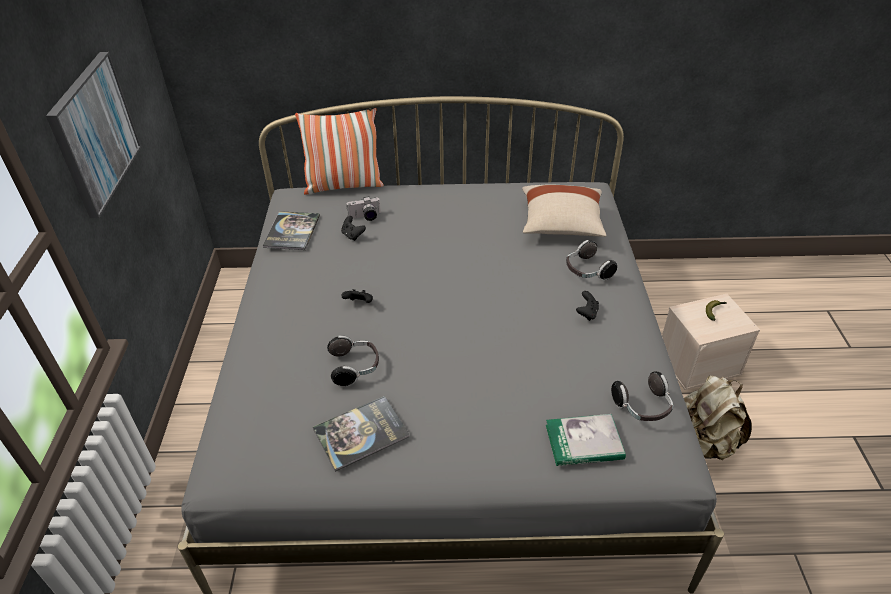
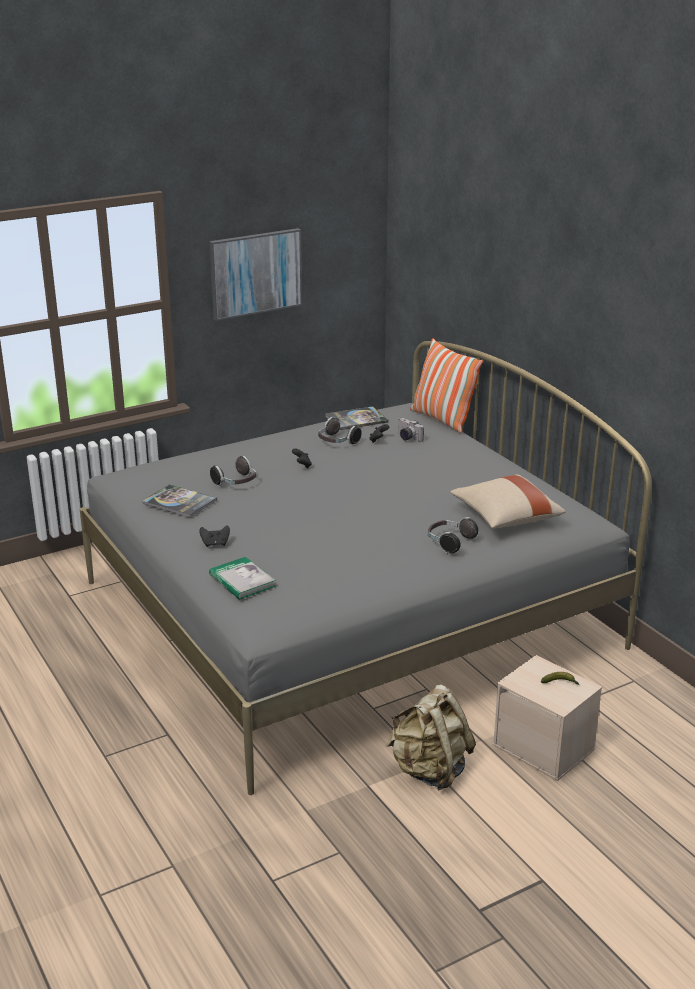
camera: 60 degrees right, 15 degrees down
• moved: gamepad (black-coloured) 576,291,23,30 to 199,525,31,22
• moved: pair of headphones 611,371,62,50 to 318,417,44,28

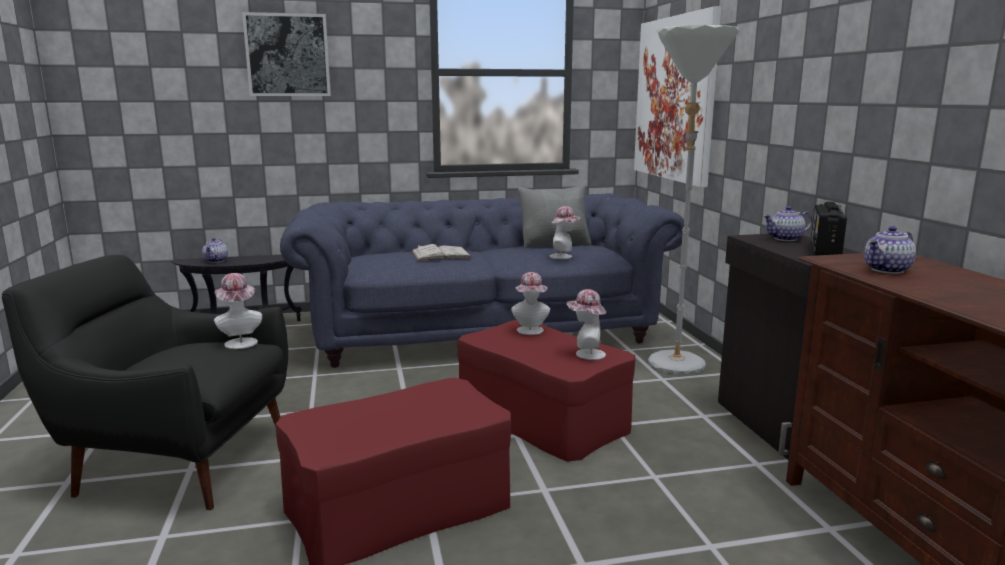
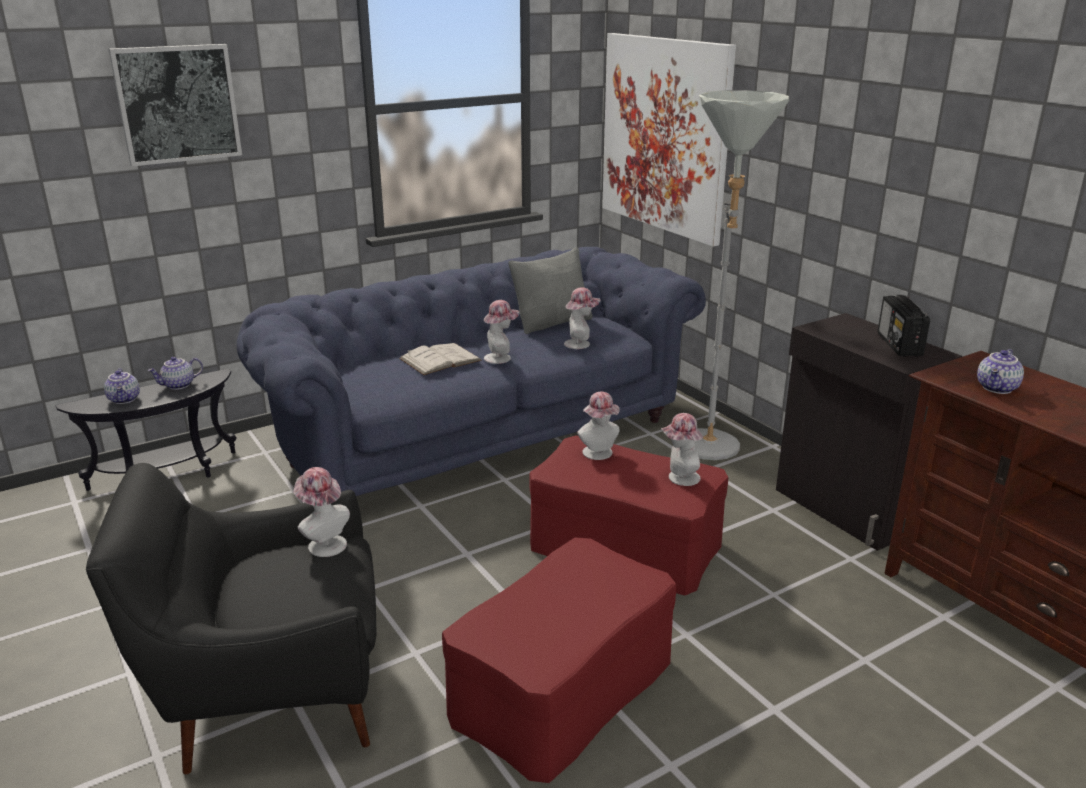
camera: 20 degrees left, 10 degrees up
• added: hat 484,300,35,64
• moved: pot for tea 763,206,49,35 to 147,357,56,33

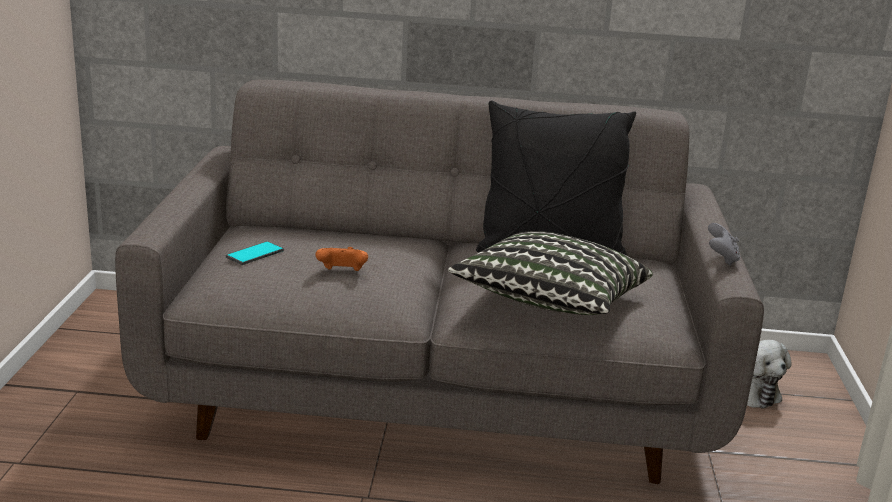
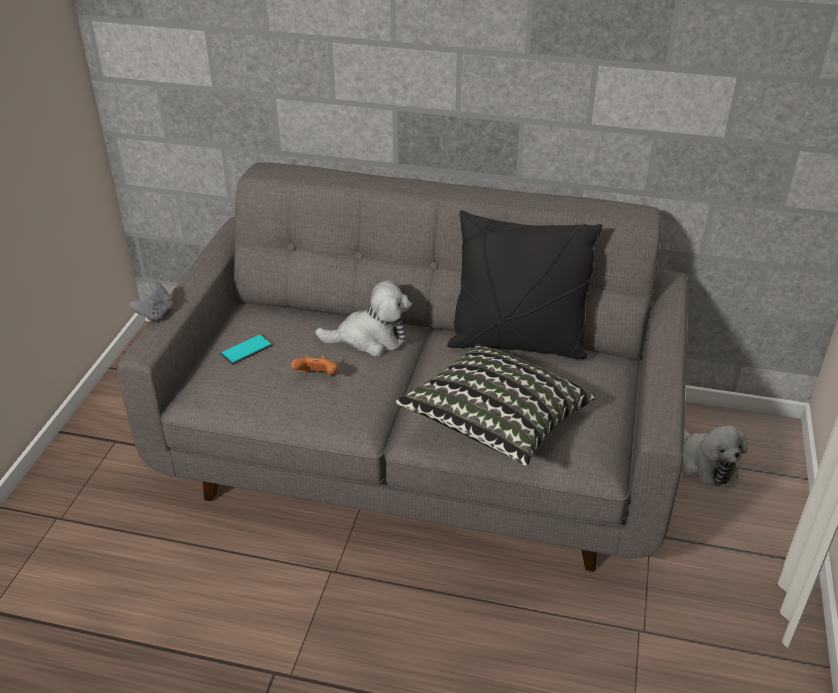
camera: 10 degrees right, 15 degrees up
• added: soft toy 315,280,96,76
• moved: gamepad (grey) 708,223,32,43 to 129,281,44,42

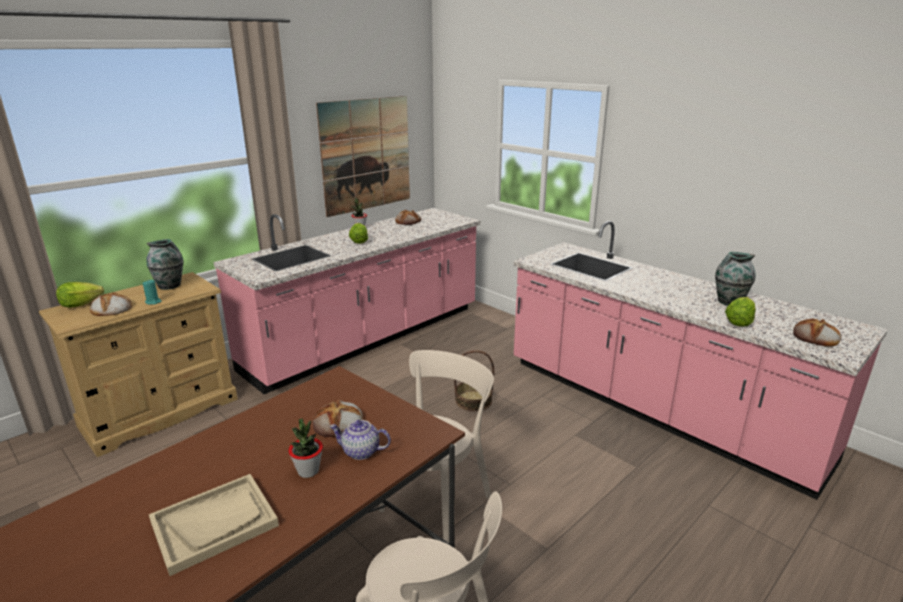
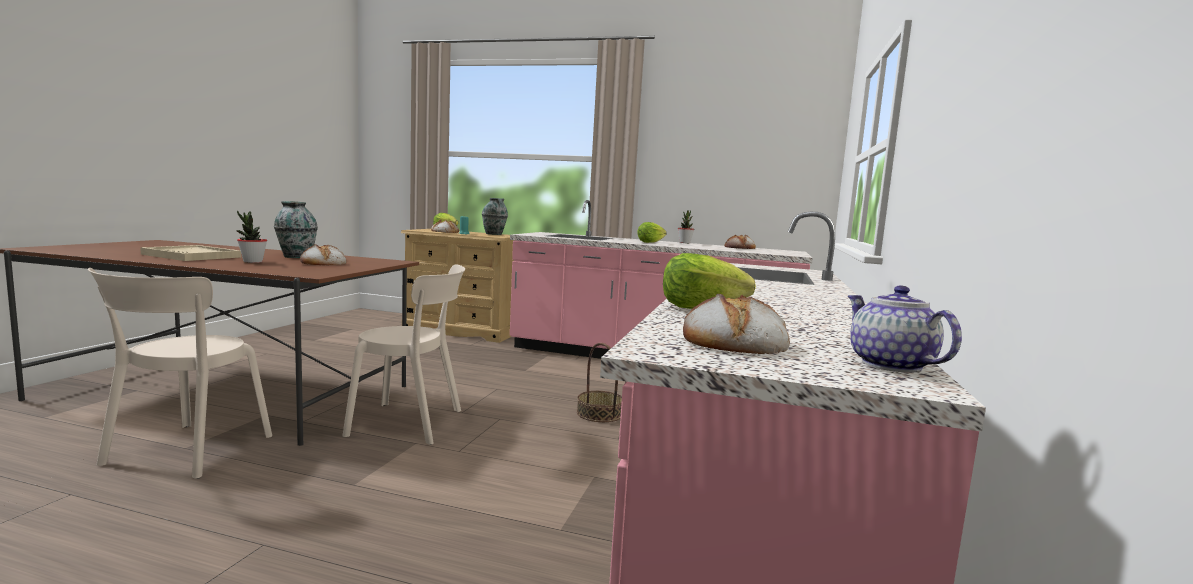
camera: 60 degrees right, 15 degrees down
• removed: wall picture 316,96,94,121
• moved: pot for tea 329,420,62,40 to 848,285,114,88
• moved: flower vase 715,252,41,54 to 274,201,44,57

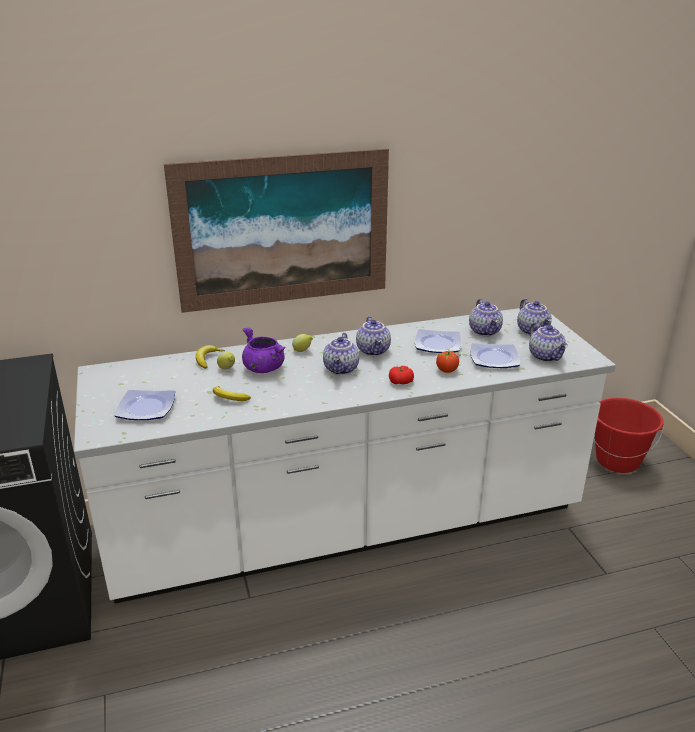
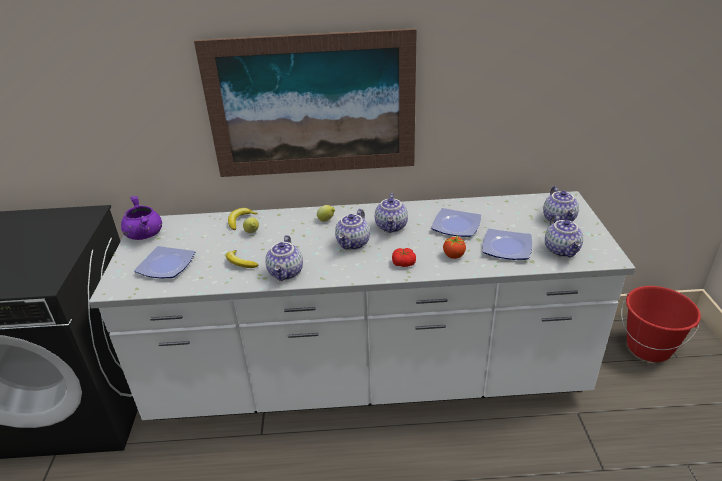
camera: 15 degrees right, 5 degrees up
• moved: stockpot (purplish) 242,327,44,46 to 121,196,41,44
• moved: pot for tea 469,299,34,37 to 265,235,38,46

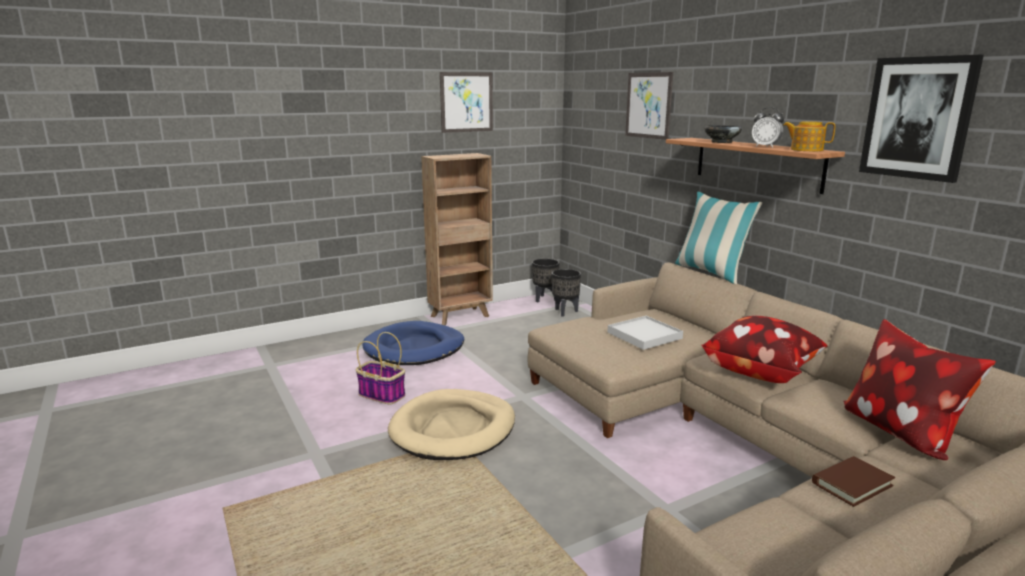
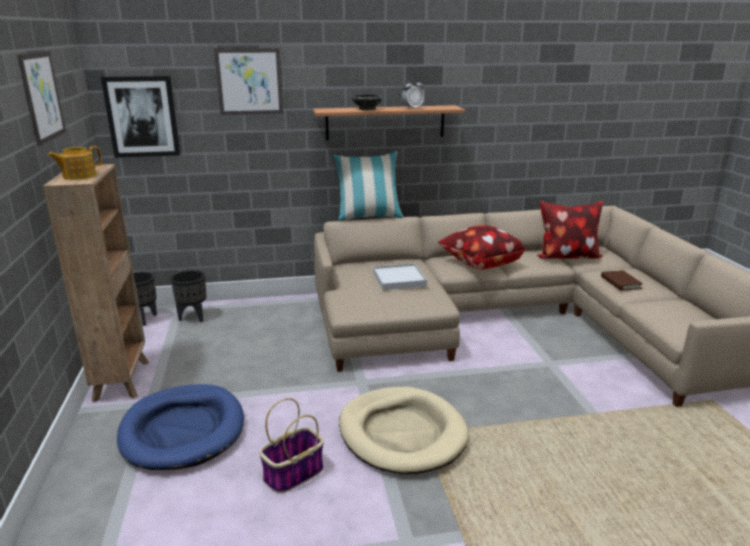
camera: 70 degrees left, 5 degrees up
• moved: pot for tea 783,121,52,31 to 48,146,54,34
• moved: wall picture 859,55,125,128 to 101,76,79,82

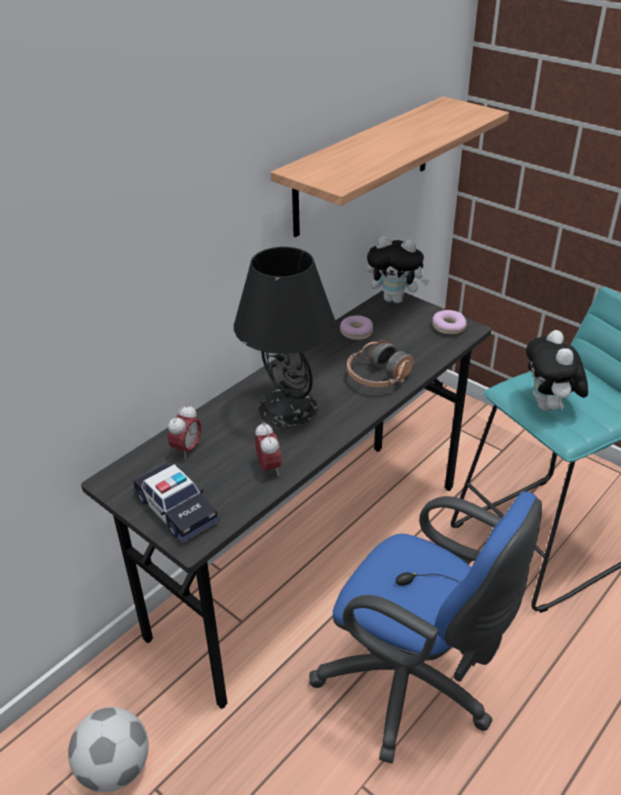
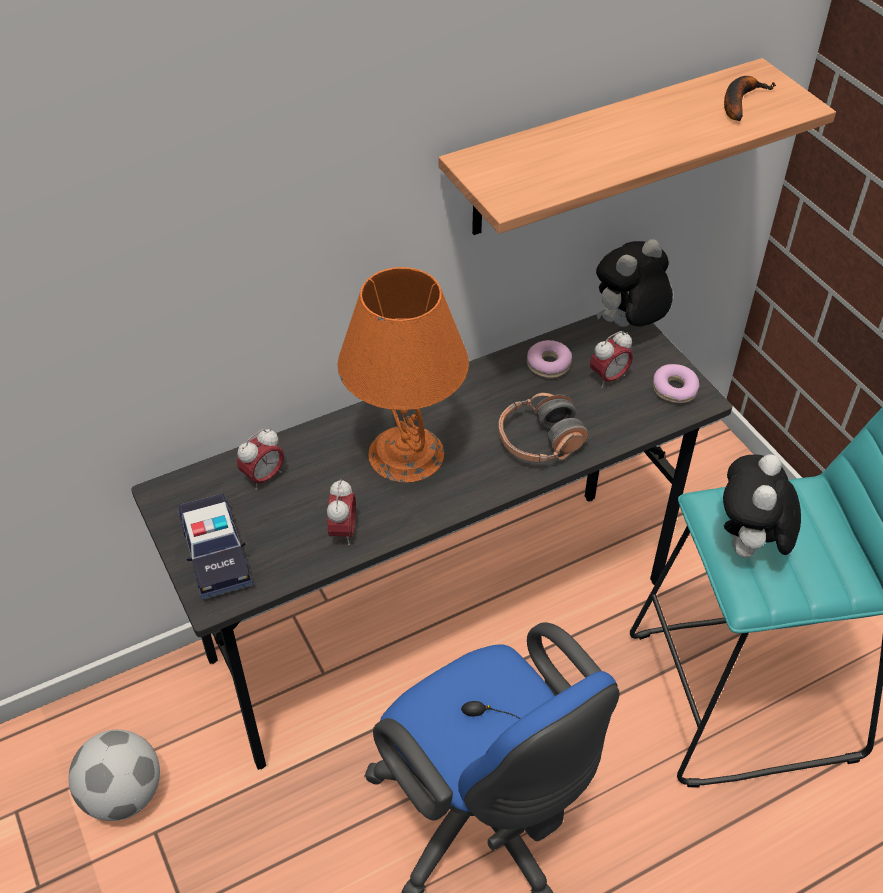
camera: 20 degrees right, 10 degrees up
• added: alarm clock 590,331,43,57
• added: banana fruit 724,76,52,45
• recoloured: lamp for a table (black-coloured) 234,247,102,180 to lamp for a table (orange) 337,267,132,216
• turned: soft toy 367,236,63,67 = 596,239,77,88 105 degrees clockwise

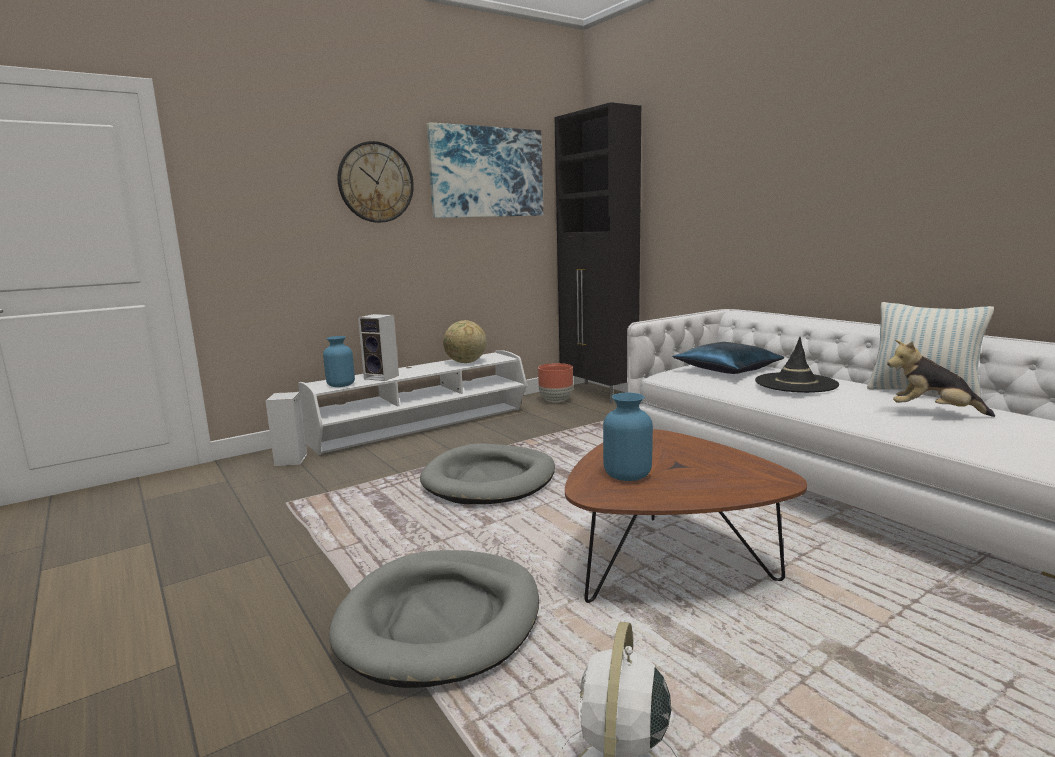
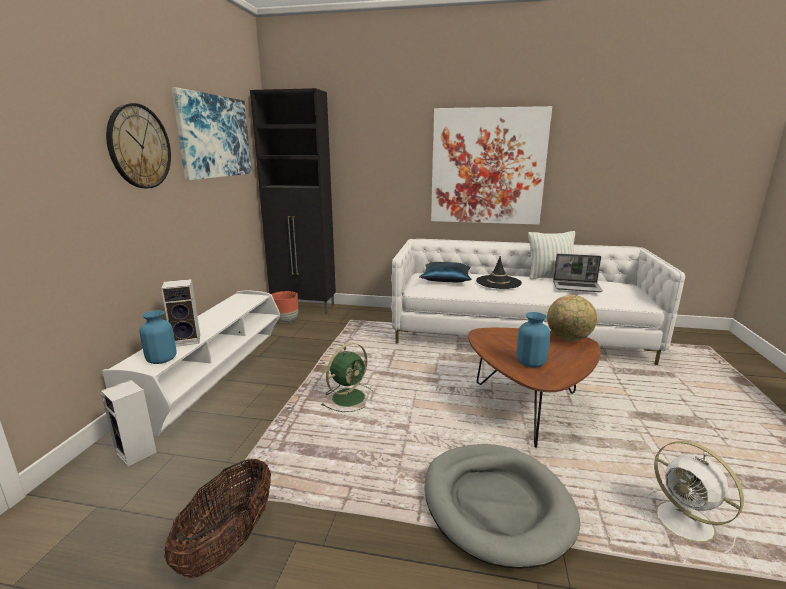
camera: 45 degrees left, 5 degrees up
• added: storage basket 164,459,107,119
• added: wall picture 431,106,121,119
• moved: globe 443,320,44,43 to 547,295,50,46
• replaced: dog bed (grey) 420,443,135,61 to cooling fan (green) 321,343,52,69
• replaced: soft toy 887,340,108,77 to notebook computer 553,254,50,38

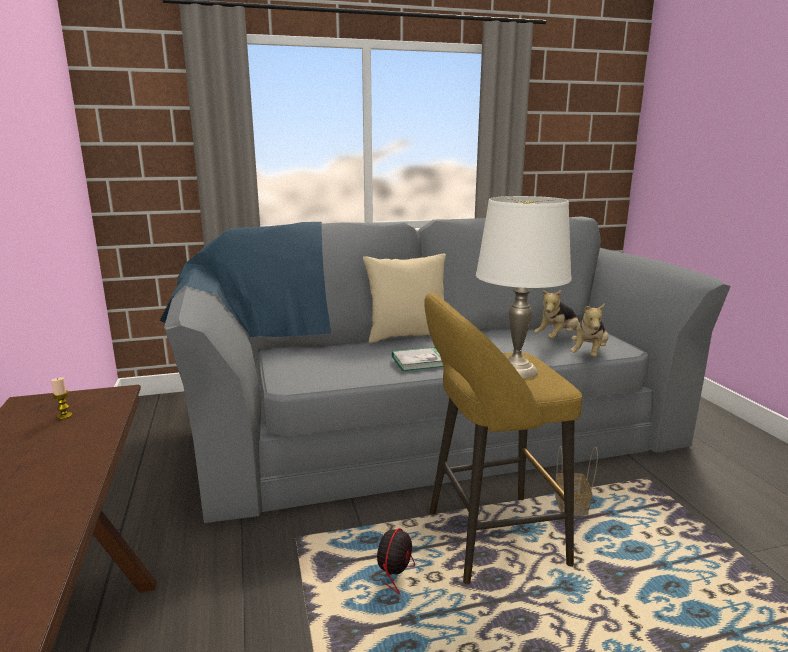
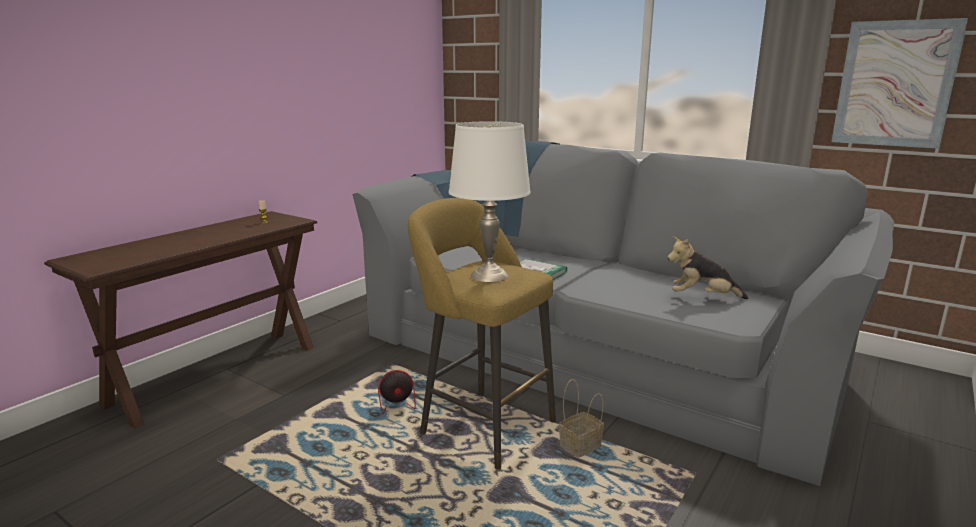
camera: 50 degrees right, 0 degrees up
• removed: cushion (beige-coloured) 363,254,83,89
• removed: soft toy 570,304,39,53
• added: wall picture 832,18,136,131

